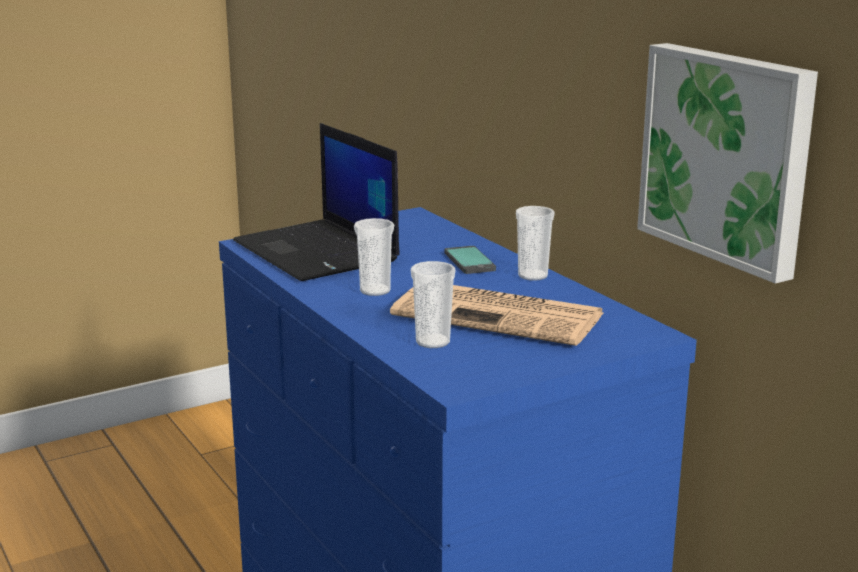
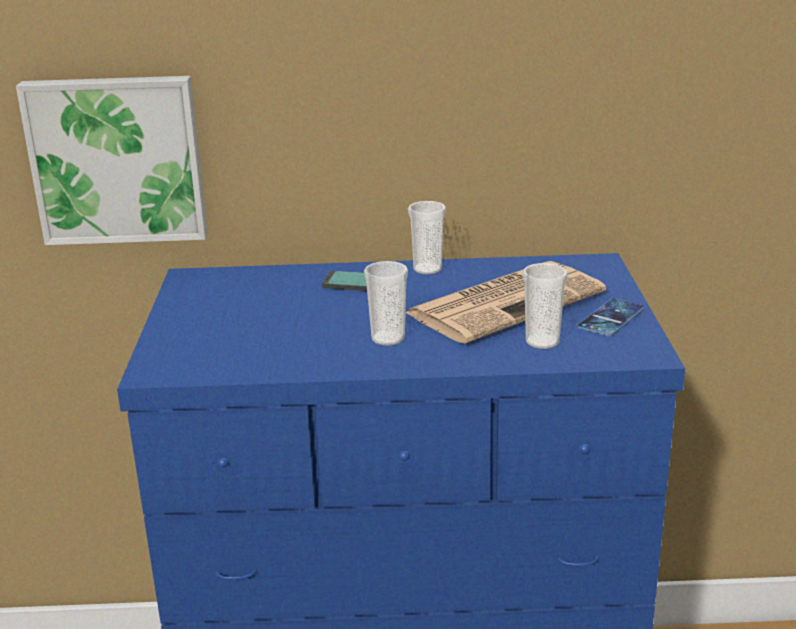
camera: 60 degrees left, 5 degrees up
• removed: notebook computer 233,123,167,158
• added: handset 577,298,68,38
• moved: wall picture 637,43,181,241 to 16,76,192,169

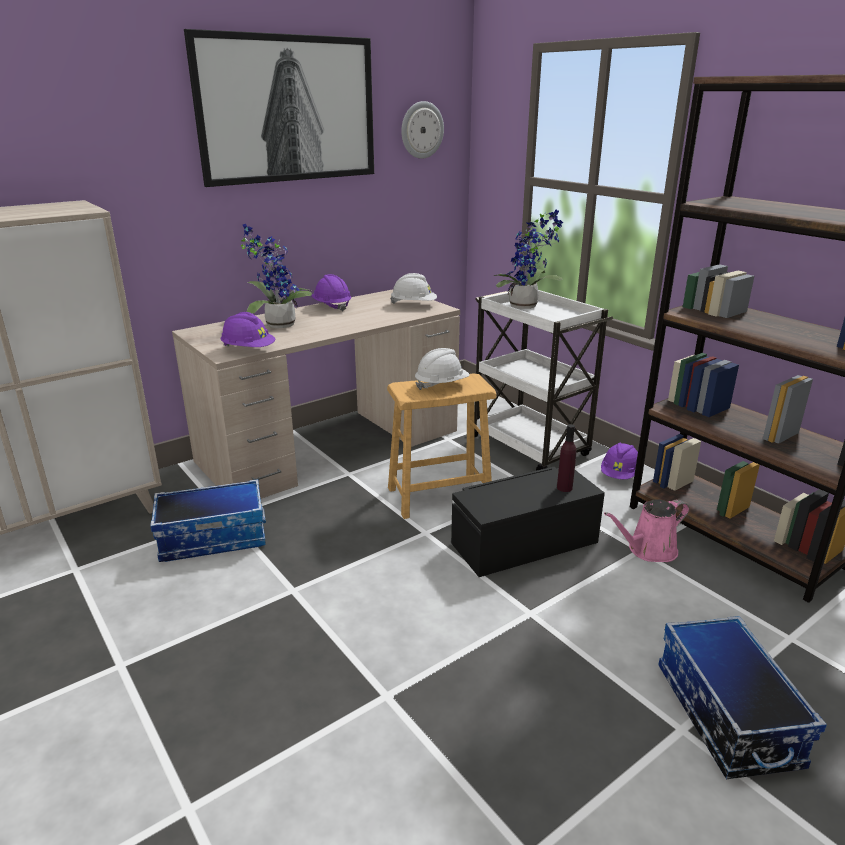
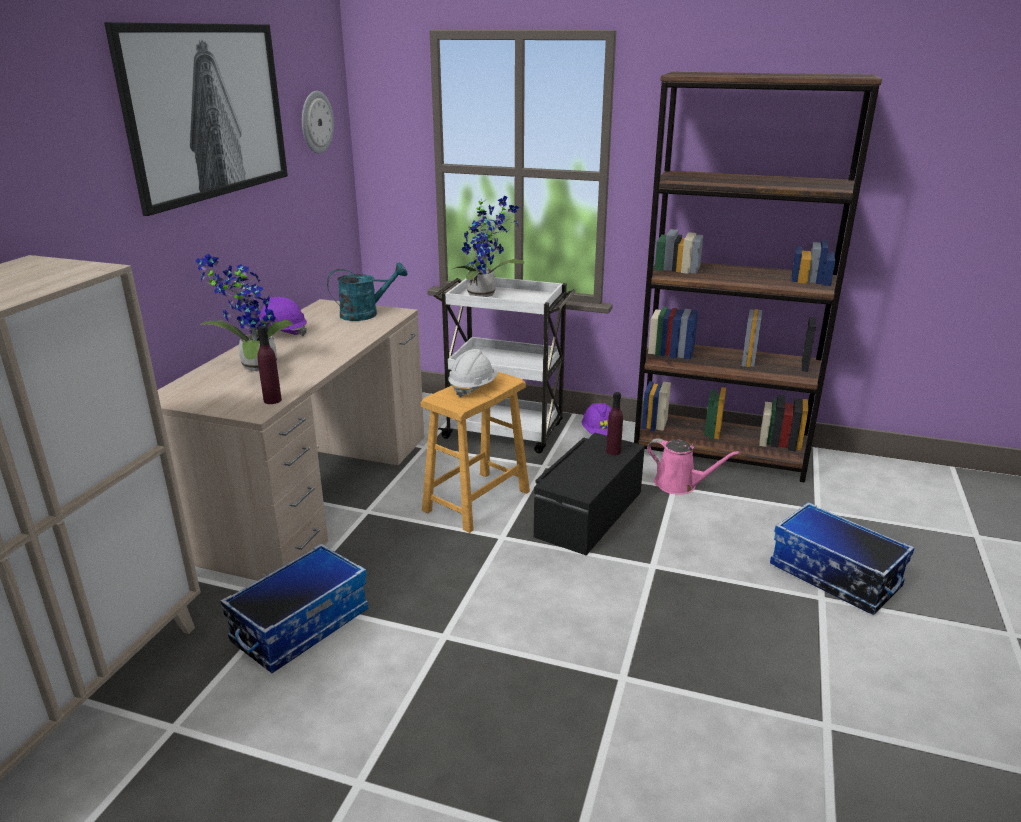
camera: 35 degrees left, 0 degrees up
• replaced: hard hat (purplish) 221,312,54,35 to drink bottle (purplish) 257,326,25,78
• replaced: hard hat (whitish) 390,273,47,31 to watering can (turquoise) 327,263,80,58
• turned: watering can (pinkish) 604,499,85,63 = 647,438,93,57 90 degrees counterclockwise

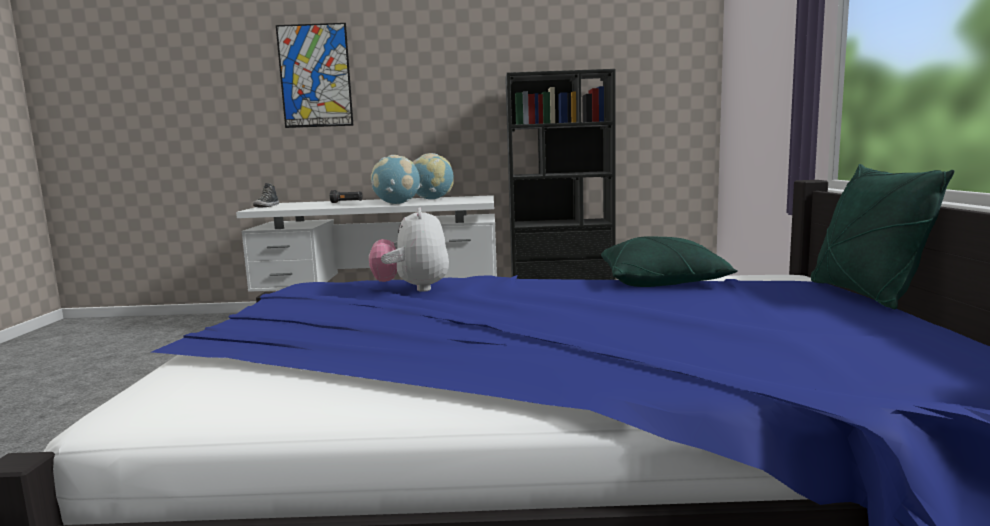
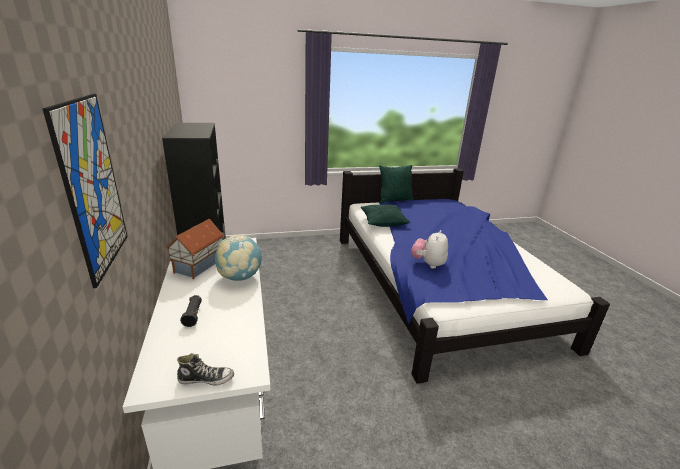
camera: 105 degrees left, 15 degrees up
• replaced: globe 413,153,41,46 to model house 165,219,59,60
• turned: soft toy 369,207,80,85 = 411,230,37,39 135 degrees clockwise

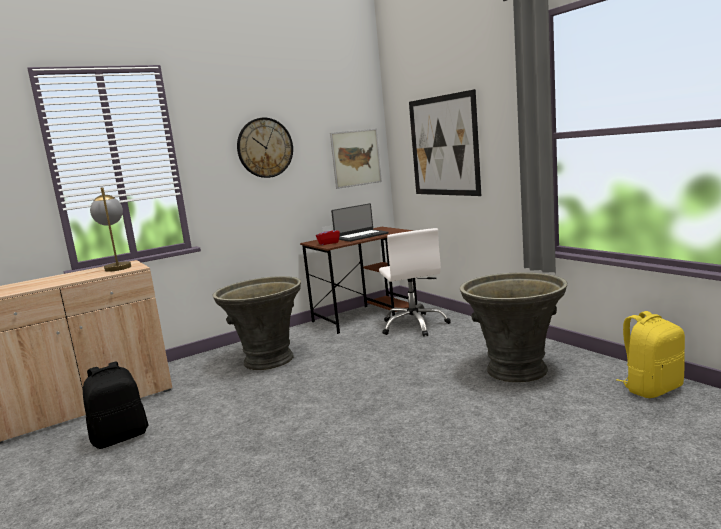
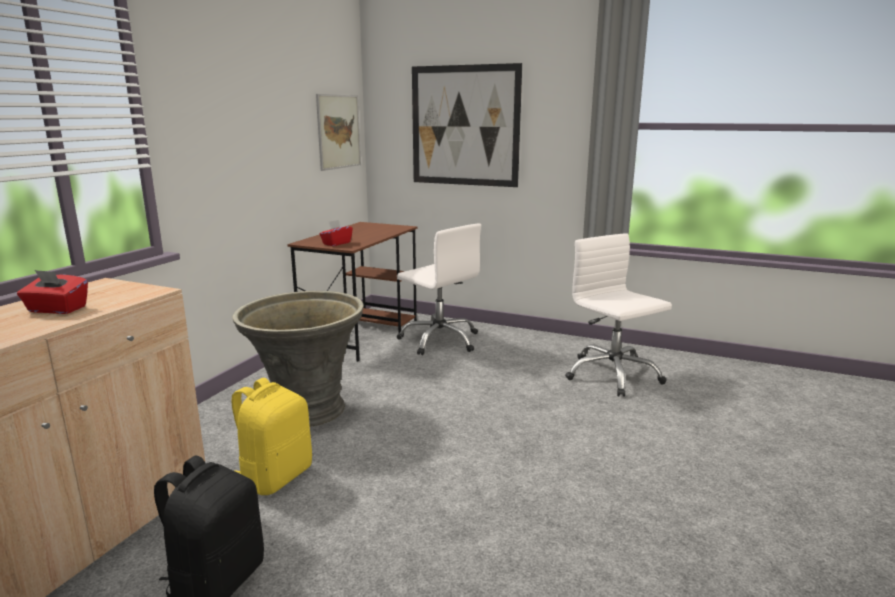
camera: 35 degrees left, 5 degrees up
• removed: lamp for a table 90,187,41,85
• removed: hanging clock 237,118,56,60
• removed: notebook computer 331,203,58,39
• added: tissue box (red-coloured) 17,270,71,44
• moved: backpack (yellow-coloured) 617,311,68,87 to 232,378,80,117
• replaced: plant pot (grey) 460,272,107,110 to office chair (whitish) 565,233,107,164

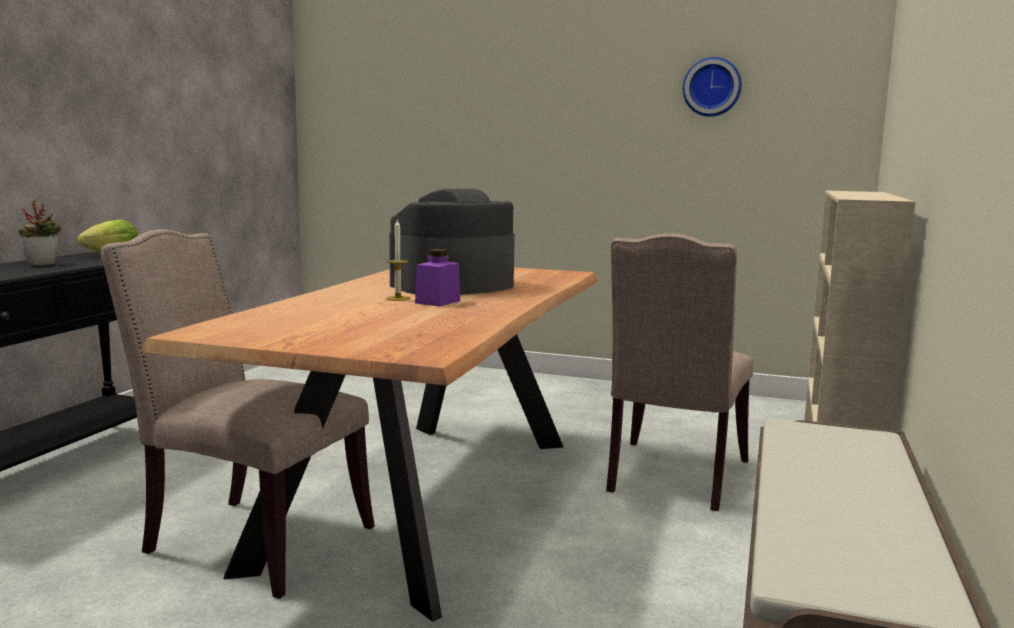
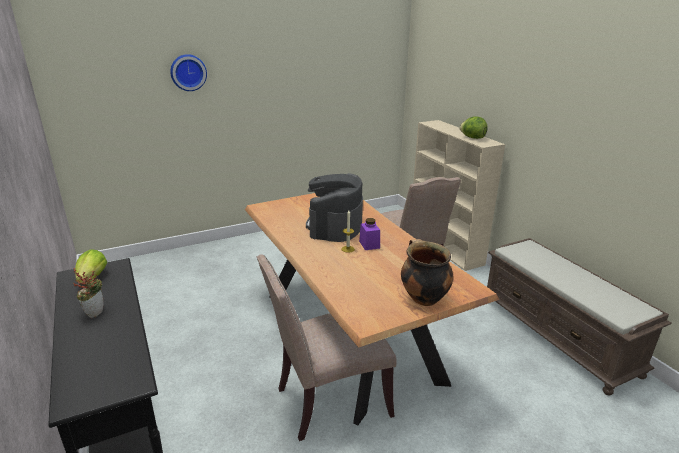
camera: 45 degrees left, 15 degrees up
• added: stockpot 401,239,52,67
• added: lettuce head 459,116,29,23
• moved: hanging clock 683,57,59,60 to 170,54,37,37

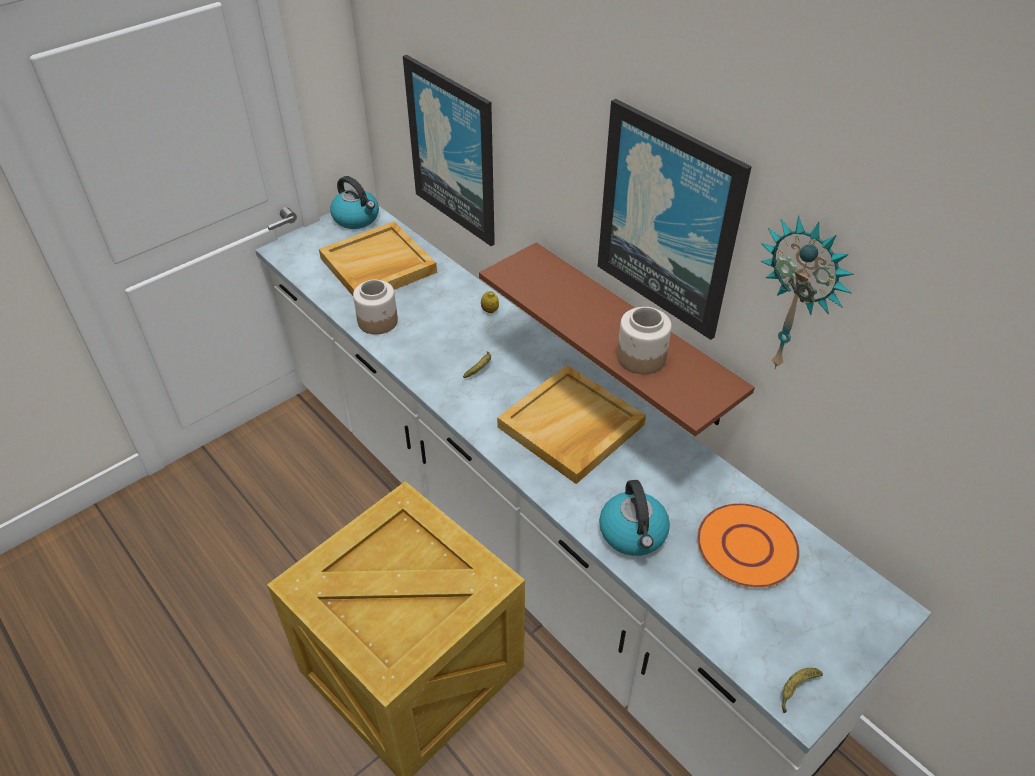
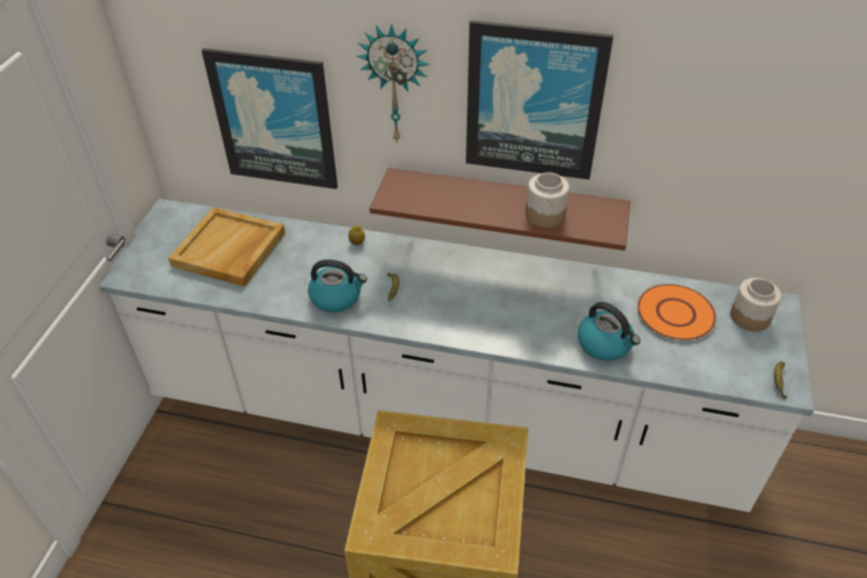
camera: 35 degrees left, 0 degrees up
• removed: carrying tray (beige-coloured) 497,365,149,119
• moved: tea kettle 330,176,49,53 to 308,259,59,53
• moved: storage jar 353,279,45,56 to 730,278,51,53
• moved: hanging clock 760,216,94,153 to 357,24,73,118

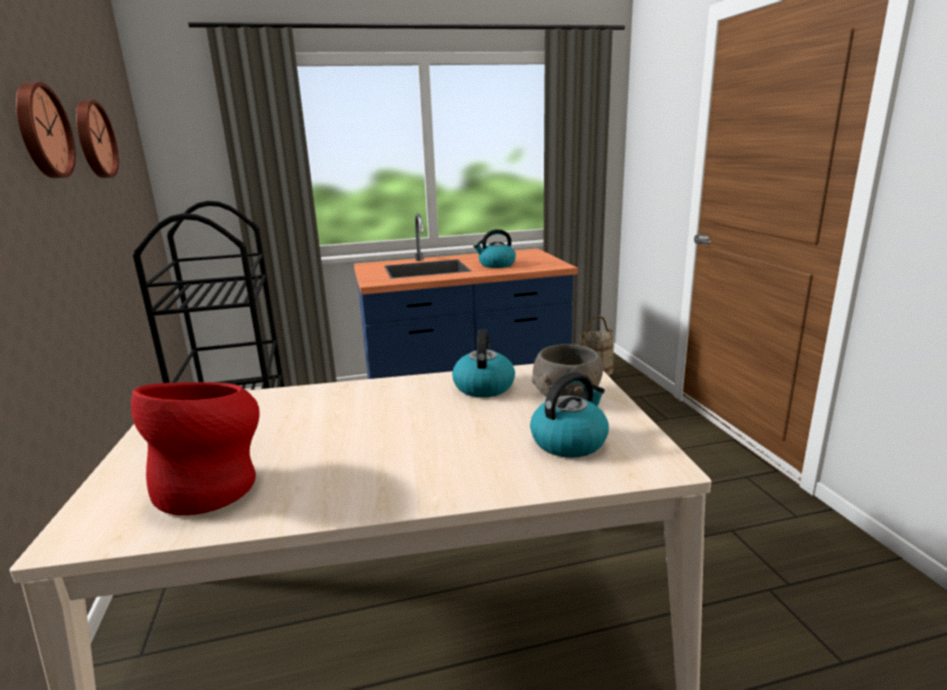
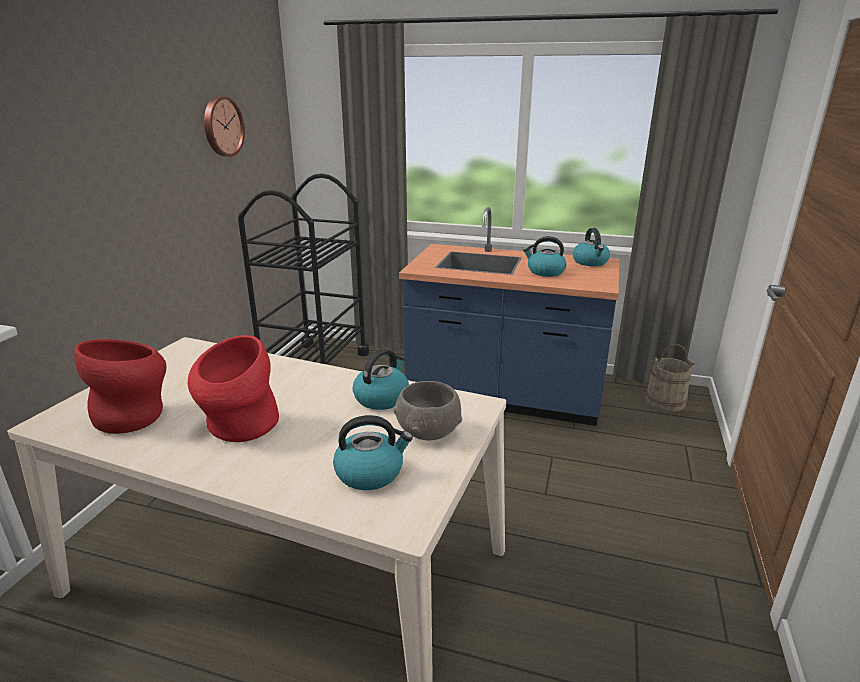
camera: 30 degrees right, 5 degrees up
• removed: hanging clock 16,82,60,96
• added: flower vase (red-coloured) 188,335,91,107
• added: tea kettle 573,228,37,38

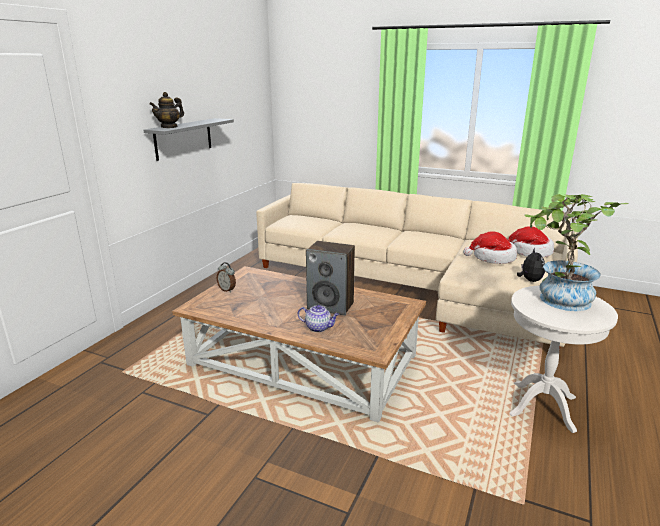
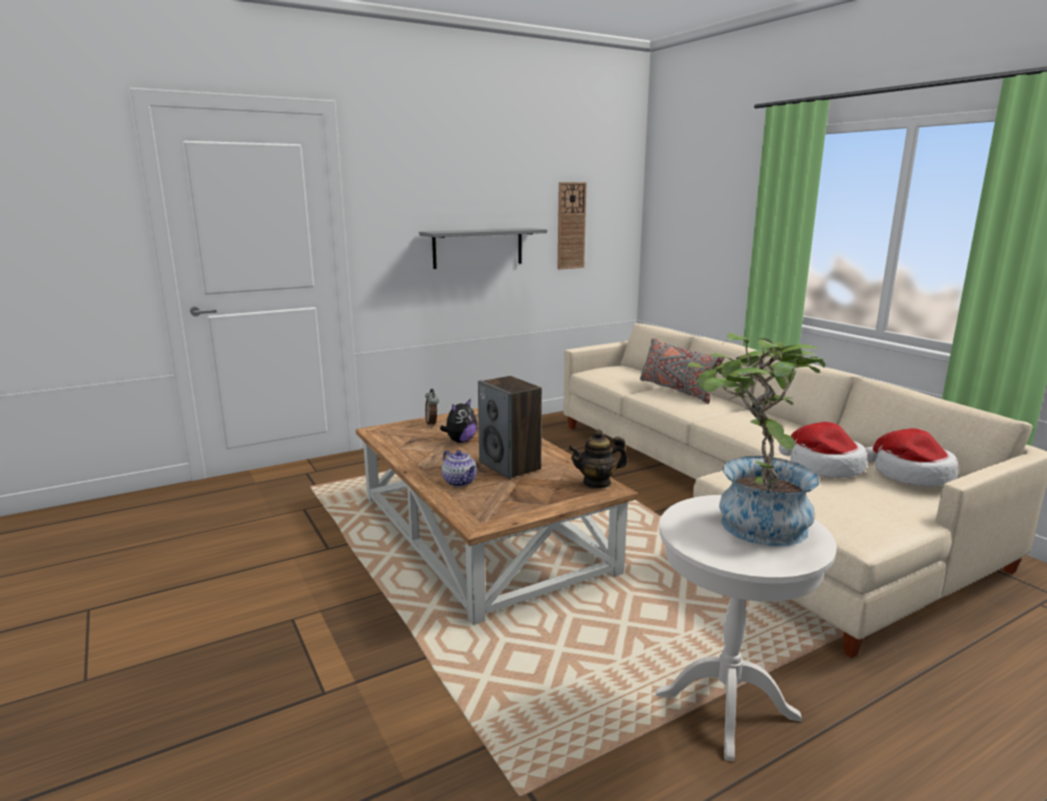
camera: 35 degrees right, 5 degrees down
• added: hanging clock 558,182,29,87
• added: cushion (grey) 640,338,84,66
• moved: pot for tea 149,92,35,36 to 568,429,60,60
• moved: soft toy 517,248,28,34 to 440,398,37,45

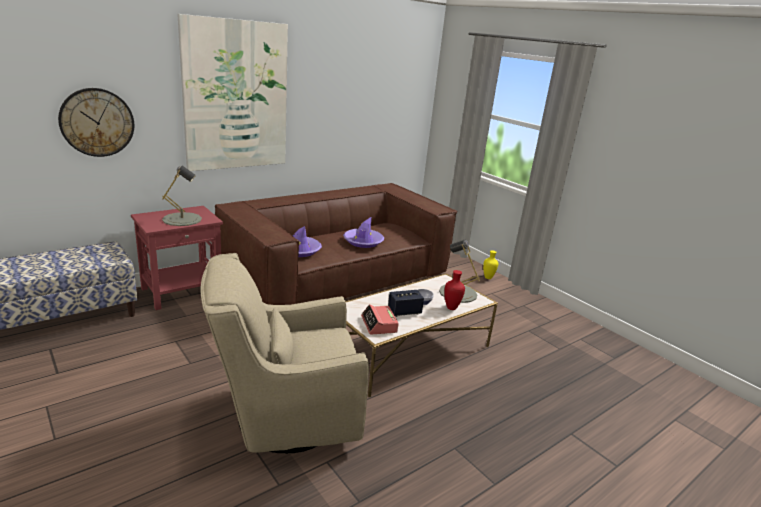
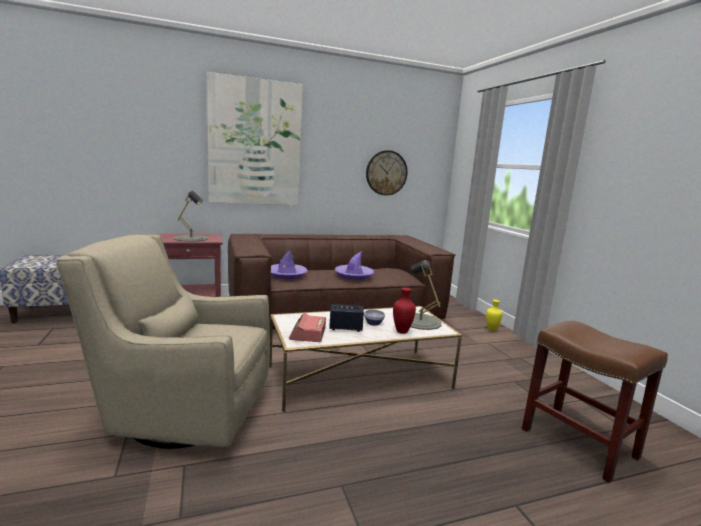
camera: 20 degrees right, 10 degrees down
• added: sitting stool (brown-coloured) 522,321,146,162
• moved: hanging clock 58,88,76,69 to 366,150,42,46

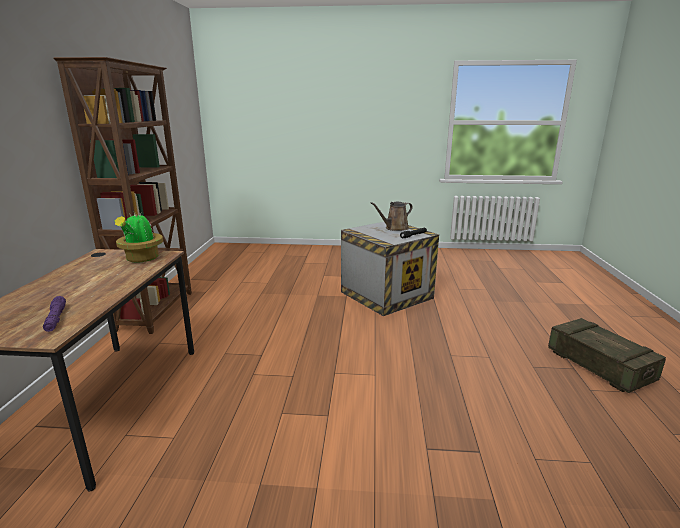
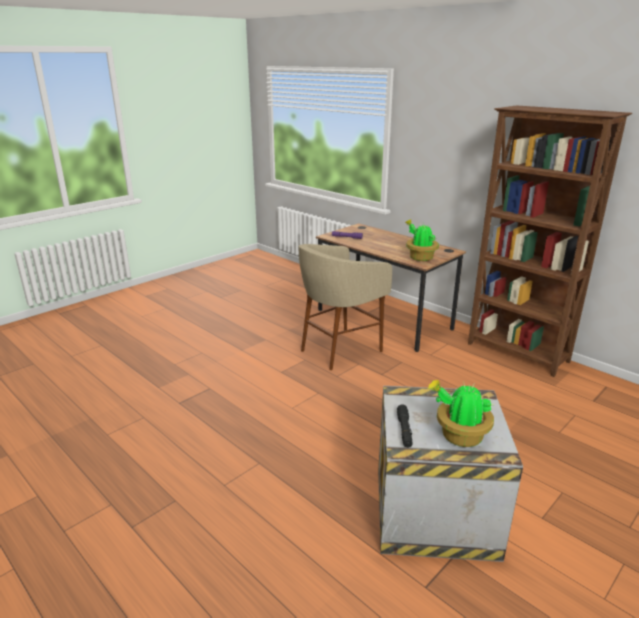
camera: 130 degrees right, 5 degrees up
• removed: shipping crate 548,318,118,75
• added: sitting stool (beige-coloured) 298,244,94,126
• replaced: watering can (brown-coloured) 371,201,42,30 to potted plant 428,379,66,68

